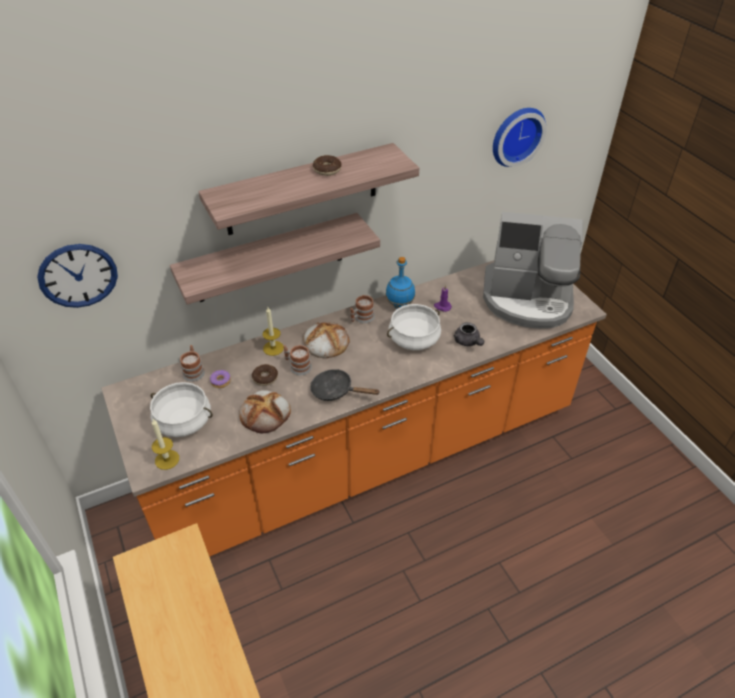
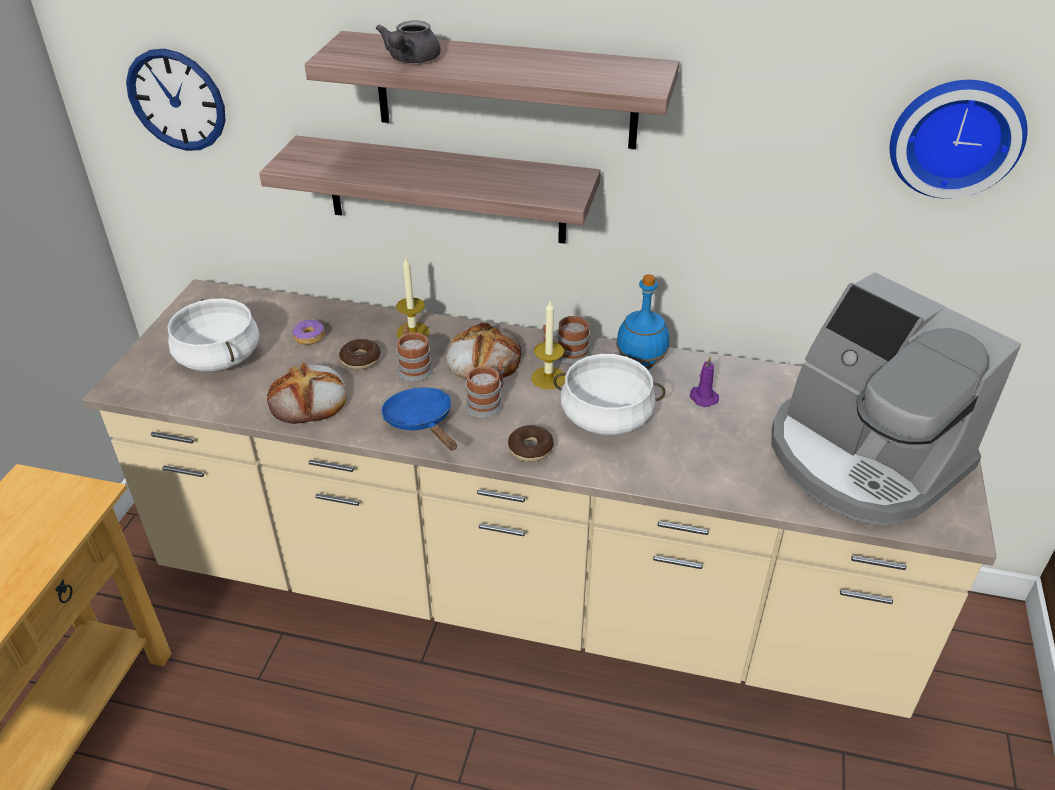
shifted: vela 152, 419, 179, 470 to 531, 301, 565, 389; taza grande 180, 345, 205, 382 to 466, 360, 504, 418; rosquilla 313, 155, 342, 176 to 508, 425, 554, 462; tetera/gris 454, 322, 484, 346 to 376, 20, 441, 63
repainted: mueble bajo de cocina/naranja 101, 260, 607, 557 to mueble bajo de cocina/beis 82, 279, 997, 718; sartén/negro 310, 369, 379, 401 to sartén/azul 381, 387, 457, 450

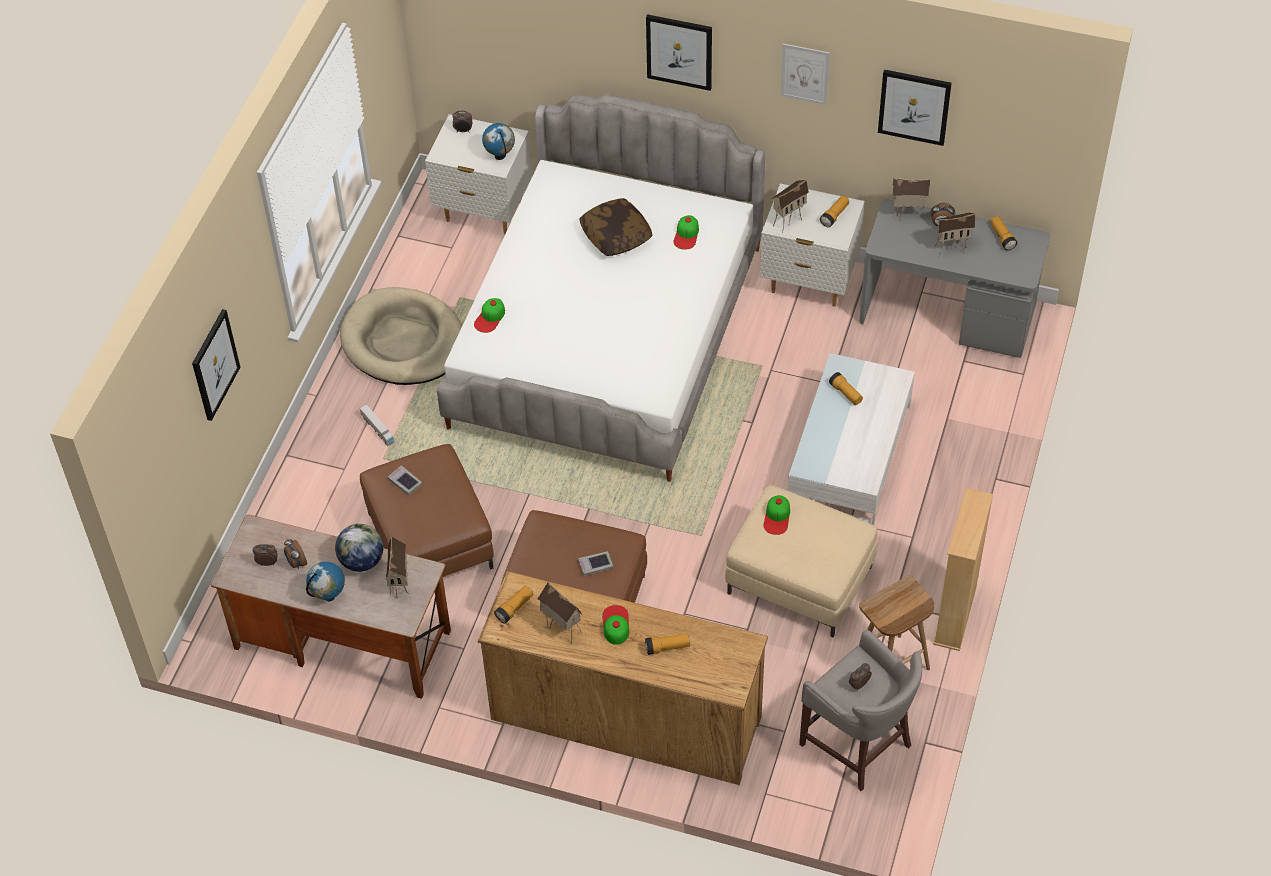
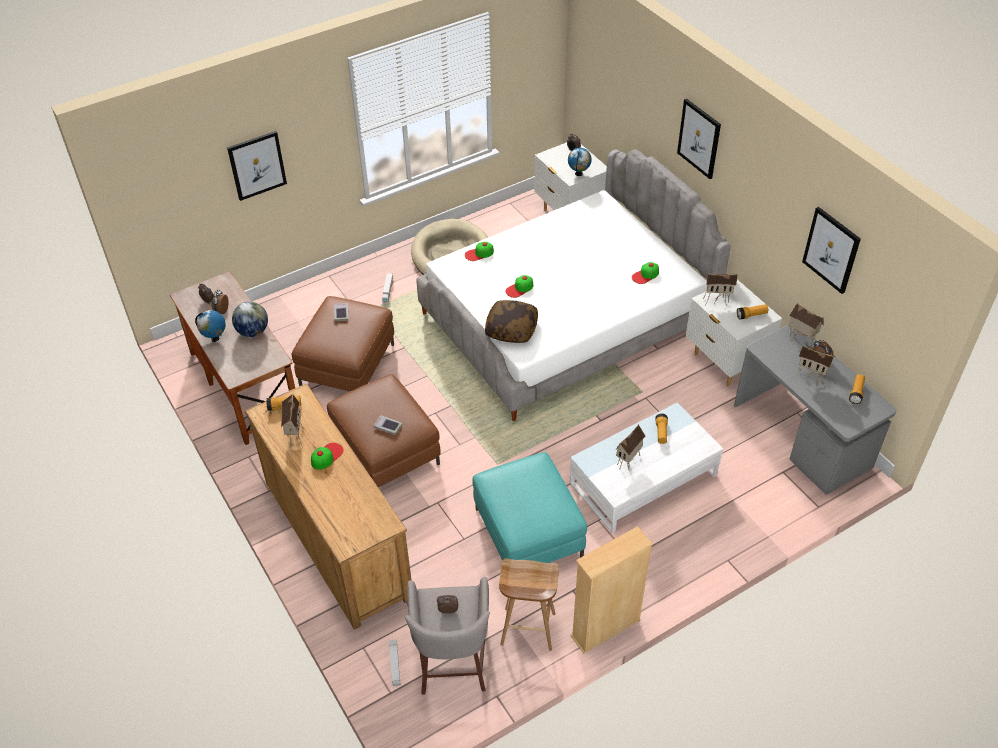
gone: linterna 645, 634, 690, 655; cuadro 780, 43, 830, 105
new: camión de juguete 389, 640, 401, 687
shifted: casita 386, 536, 409, 599 to 616, 424, 645, 470; cojín 579, 198, 653, 256 to 485, 300, 538, 343; gorra 763, 495, 790, 535 to 505, 275, 533, 298
repainted: puf/beis 725, 485, 878, 637 to puf/turquesa 472, 452, 587, 563

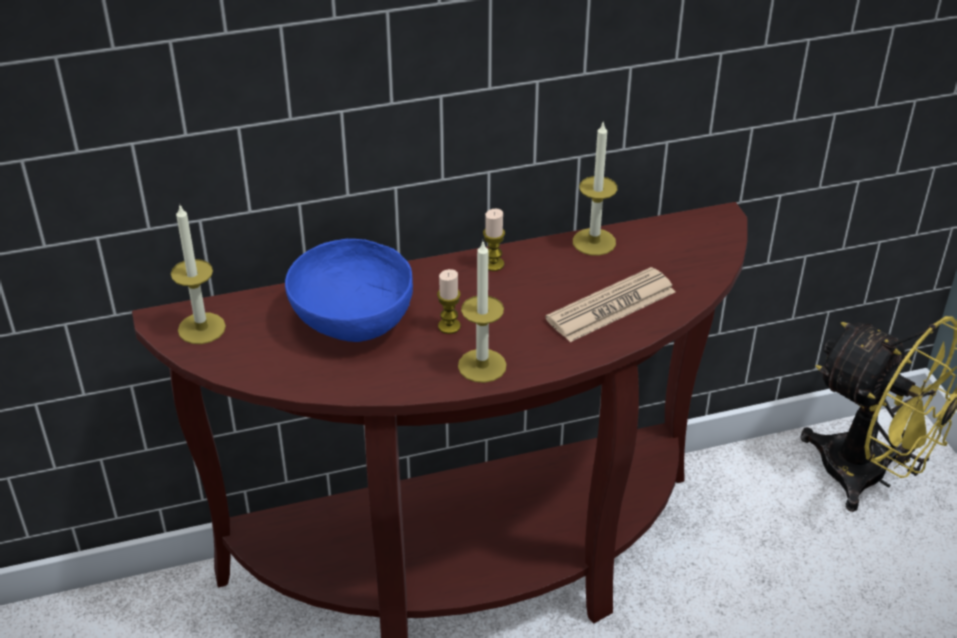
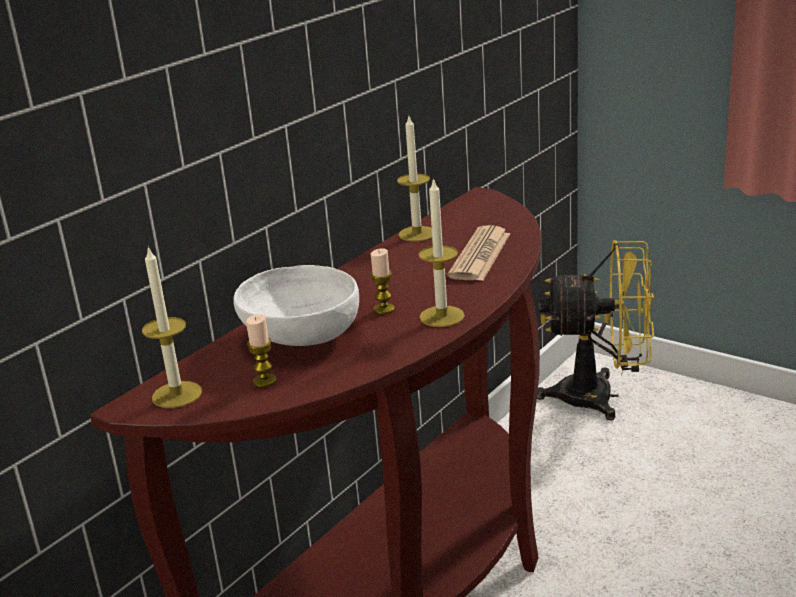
shifted: vela 483, 209, 505, 271 to 246, 314, 277, 387
repainted: cuenco/azul 285, 239, 413, 342 to cuenco/blanco 233, 265, 359, 346

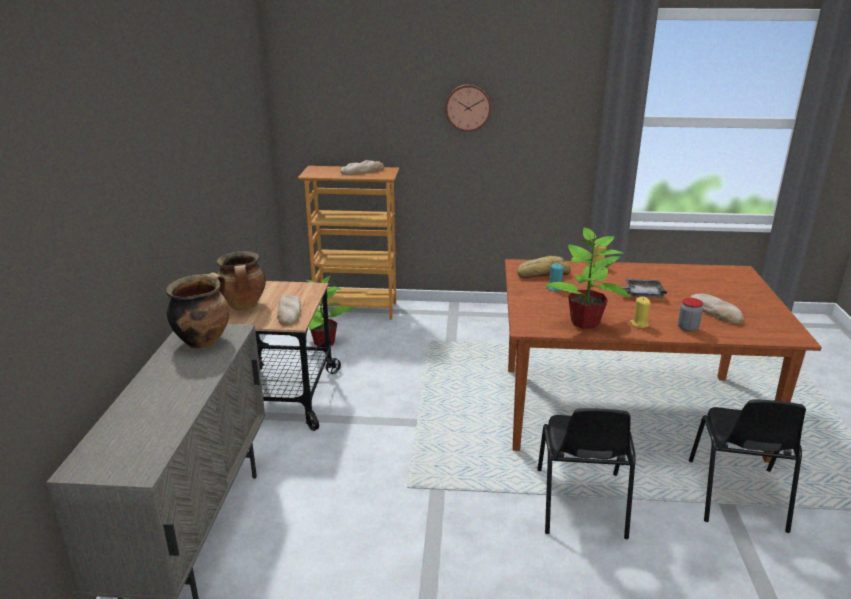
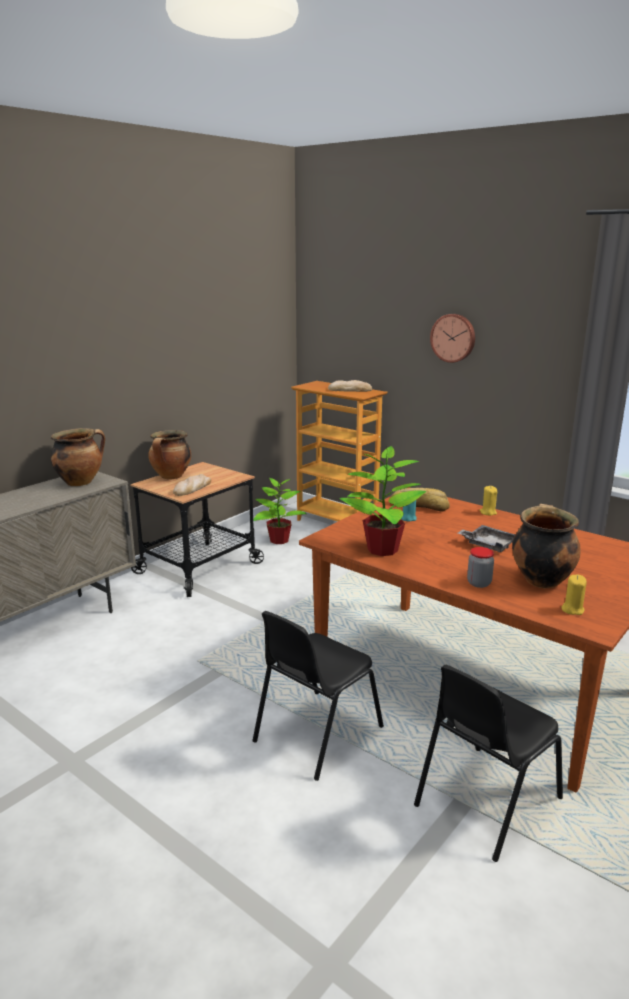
shifted: vela/amarillo 630, 297, 651, 328 to 561, 575, 587, 615
swapped: pan 689, 294, 744, 324 to olla 512, 504, 581, 588

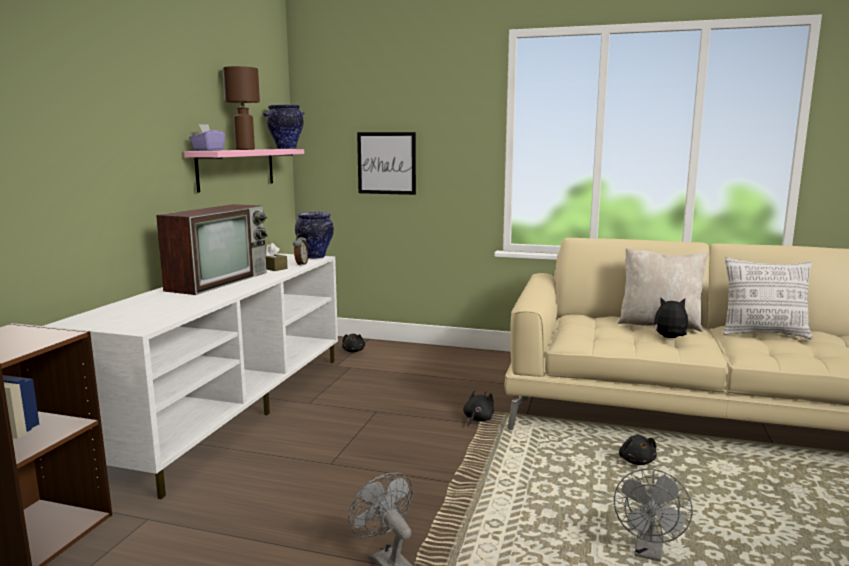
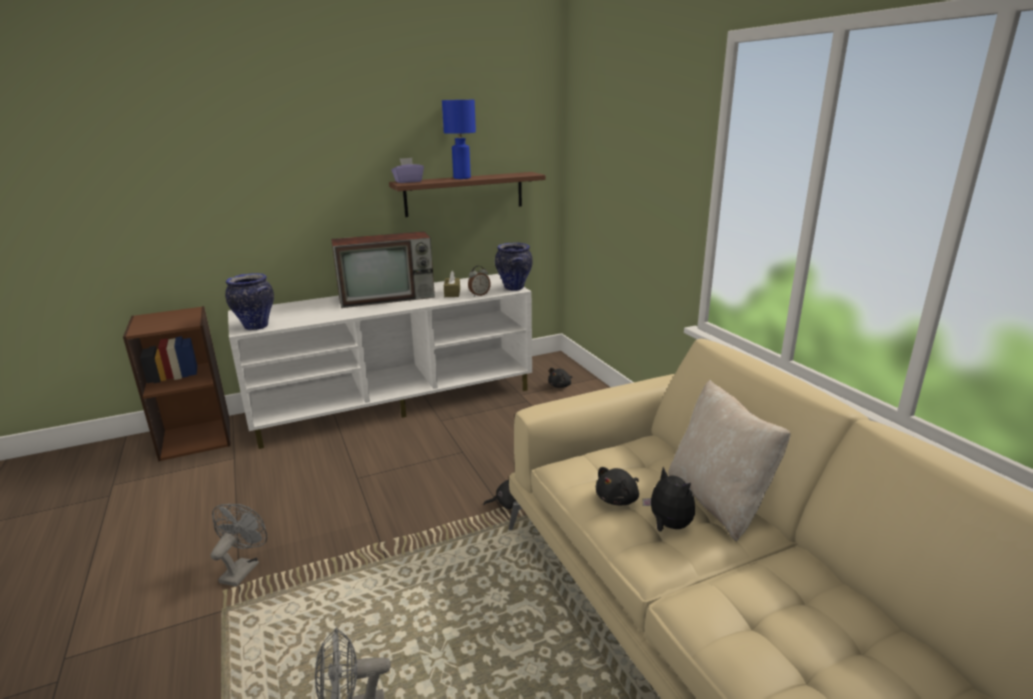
gone: cuadro 357, 132, 416, 195; cojín 723, 257, 813, 339
shifted: florero 263, 104, 305, 149 to 225, 273, 274, 330; peluche/negro 619, 435, 657, 465 to 596, 467, 639, 505
repainted: estante/rosa 184, 149, 304, 193 to estante/marrón 389, 172, 546, 217; lámpara de mesa/marrón 222, 66, 260, 150 to lámpara de mesa/azul 442, 100, 476, 179

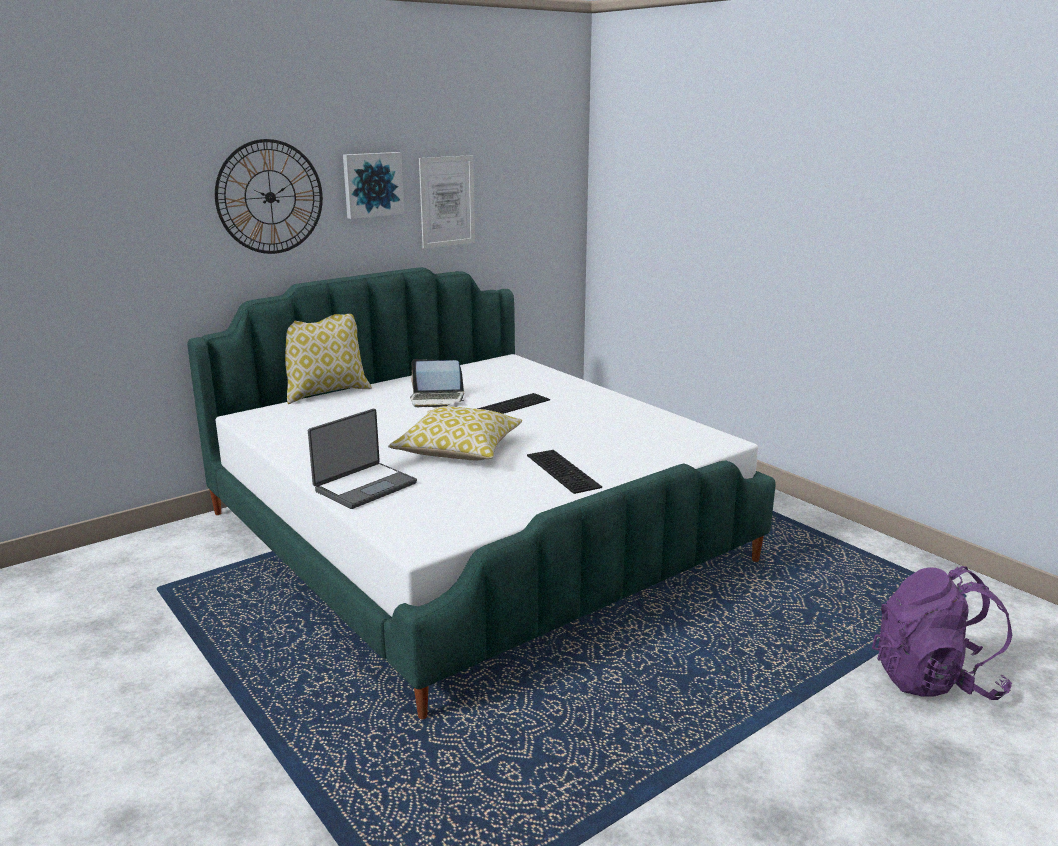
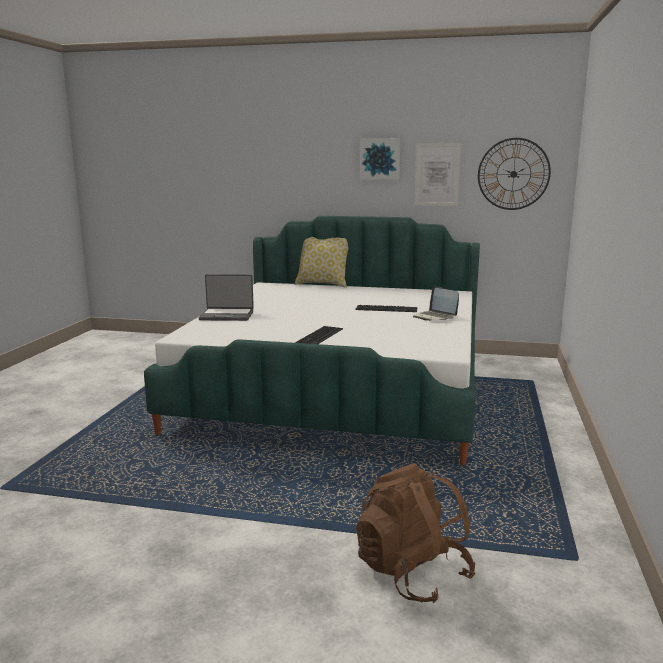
gone: cojín 388, 406, 522, 460
shifted: reloj de pared 215, 139, 323, 254 to 478, 138, 551, 210; portátil 410, 359, 464, 408 to 413, 286, 459, 321
repainted: mochila/morado 872, 566, 1012, 700 to mochila/marrón 356, 464, 475, 603

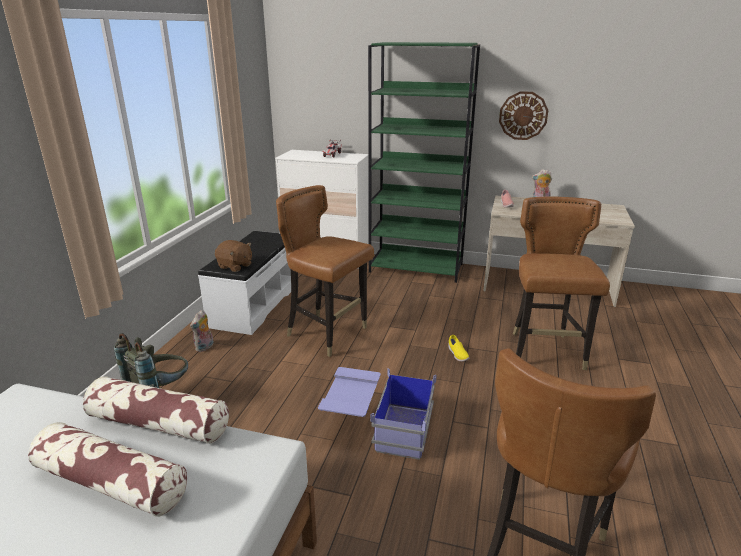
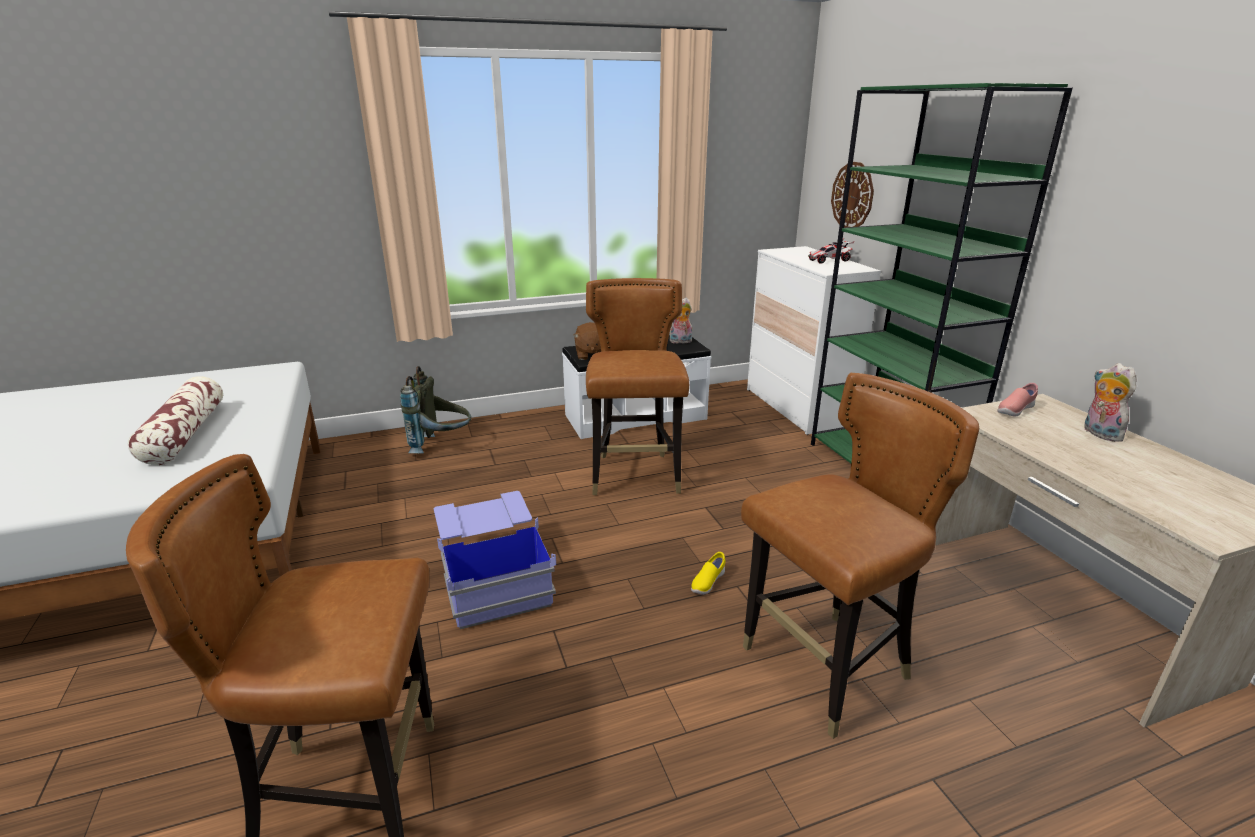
gone: cojín 83, 377, 229, 444
shifted: peluche 190, 310, 214, 352 to 670, 298, 692, 344; reloj de pared 499, 91, 549, 140 to 831, 162, 874, 228

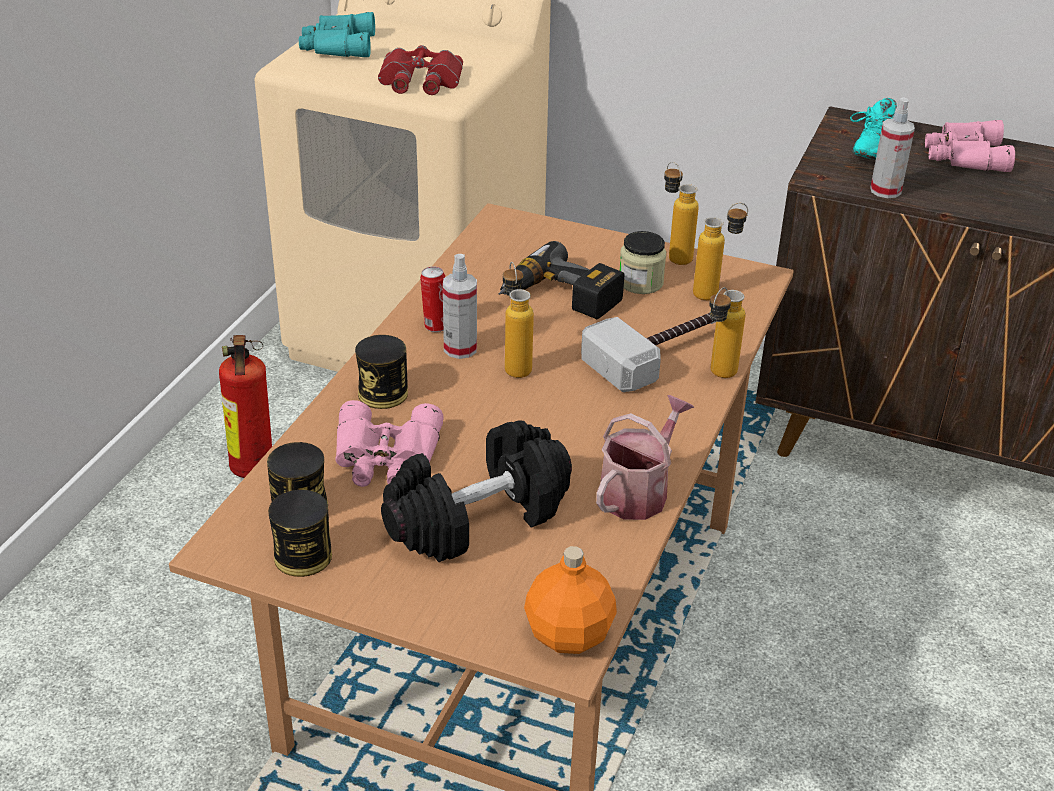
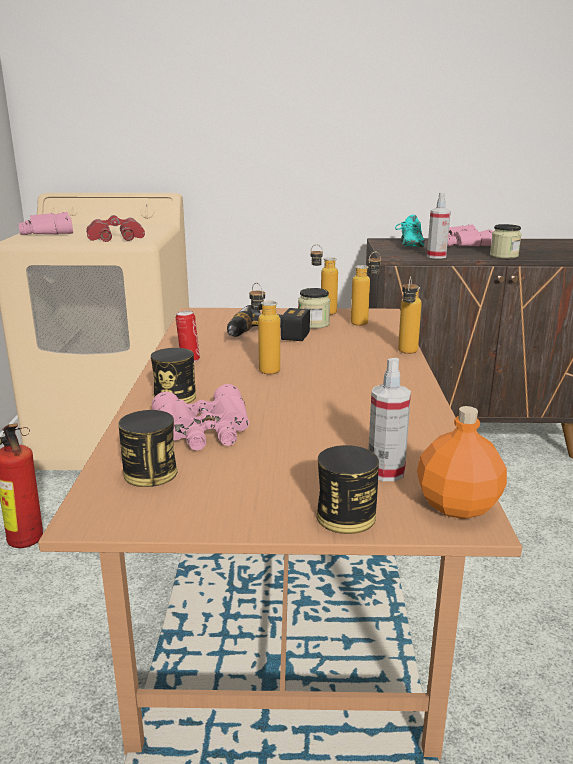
gone: mancuerna/negro 381, 421, 572, 562; martillo 581, 313, 716, 392; regadera 596, 395, 694, 520
new: tarro 490, 224, 522, 259
shifted: lata 268, 490, 332, 577 to 317, 445, 379, 534; pulverizador 443, 254, 477, 359 to 368, 358, 411, 481
repainted: prismáticos/turquesa 299, 12, 375, 57 to prismáticos/rosa 19, 212, 73, 235

